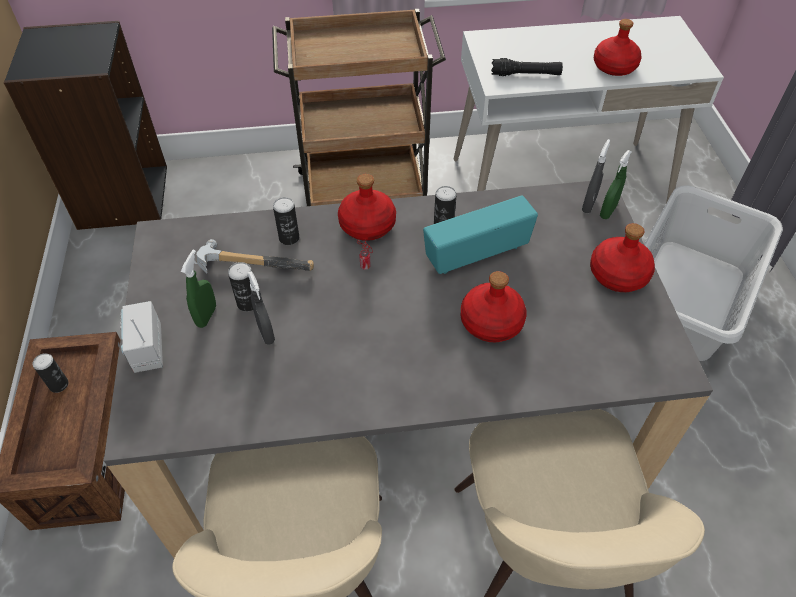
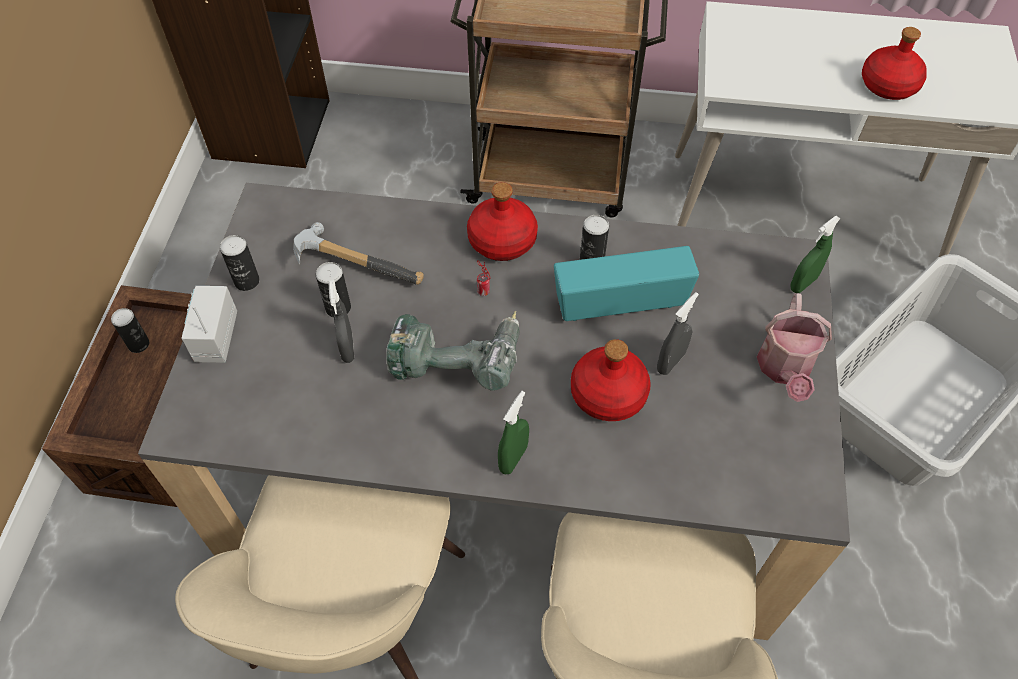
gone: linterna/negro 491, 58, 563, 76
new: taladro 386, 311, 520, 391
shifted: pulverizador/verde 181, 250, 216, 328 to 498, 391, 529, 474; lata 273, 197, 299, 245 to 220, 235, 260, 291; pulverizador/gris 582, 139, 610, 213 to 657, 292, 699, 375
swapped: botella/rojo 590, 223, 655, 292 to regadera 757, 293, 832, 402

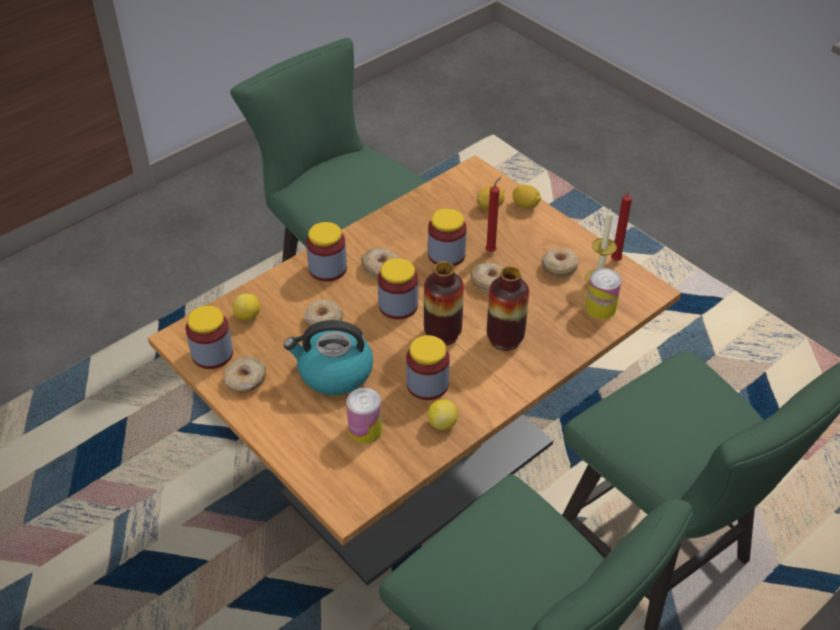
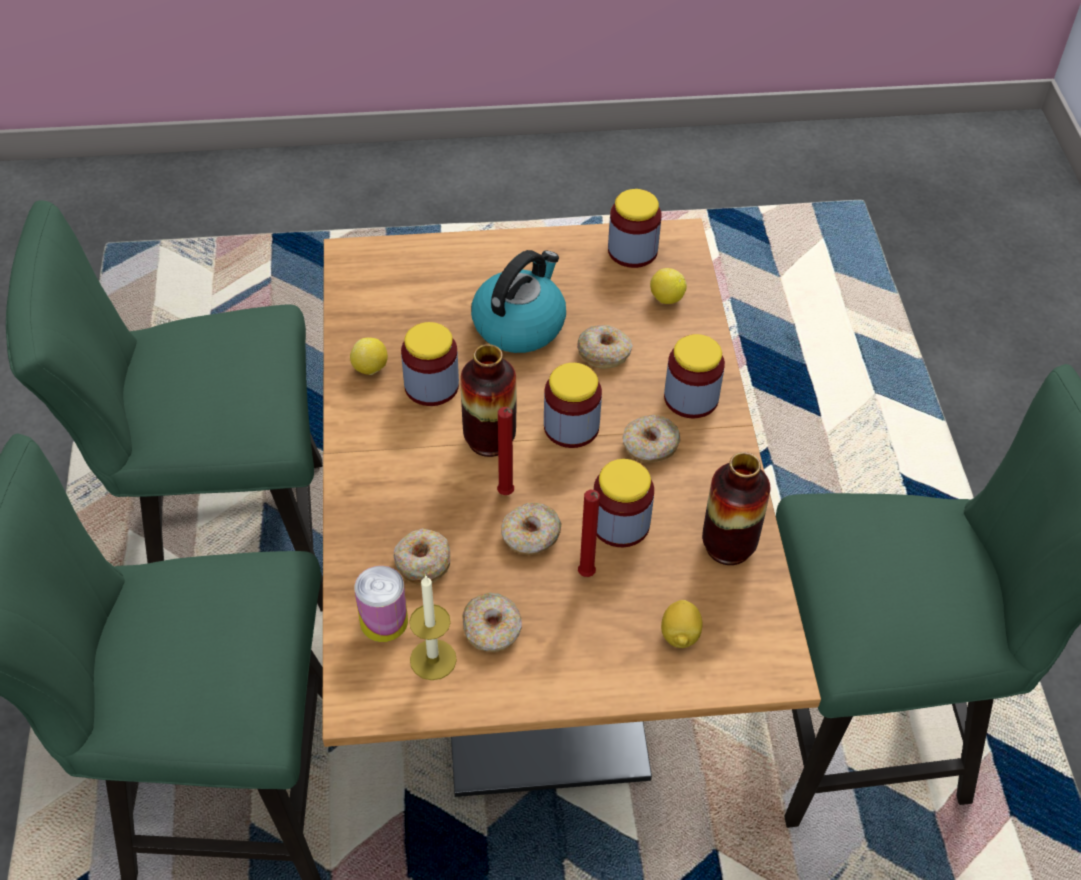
gone: lata 346, 388, 382, 443; limón 513, 185, 541, 209
shifted: rosquilla 223, 356, 266, 393 to 394, 529, 451, 585; florero 487, 266, 529, 351 to 702, 452, 770, 565; vela/rojo 611, 185, 633, 261 to 497, 407, 514, 495

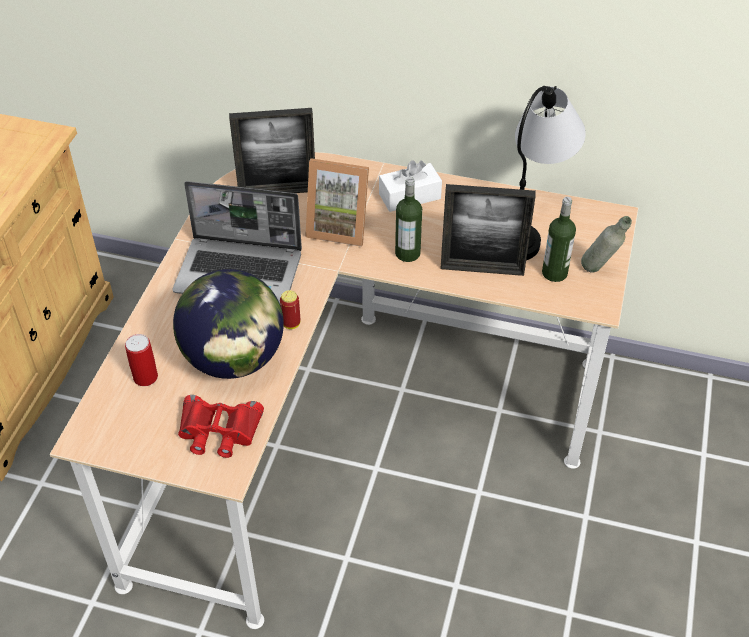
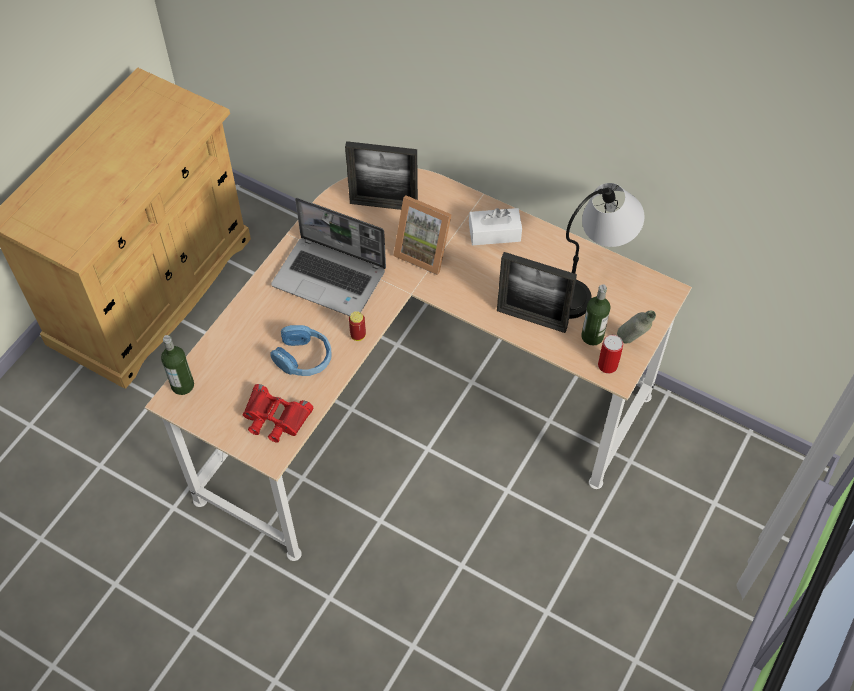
shifted: lata 125, 334, 158, 386 to 598, 335, 623, 374; botella 395, 177, 422, 262 to 161, 335, 194, 395
swapped: globo terráqueo 173, 269, 284, 379 to auriculares/azul 270, 325, 331, 376

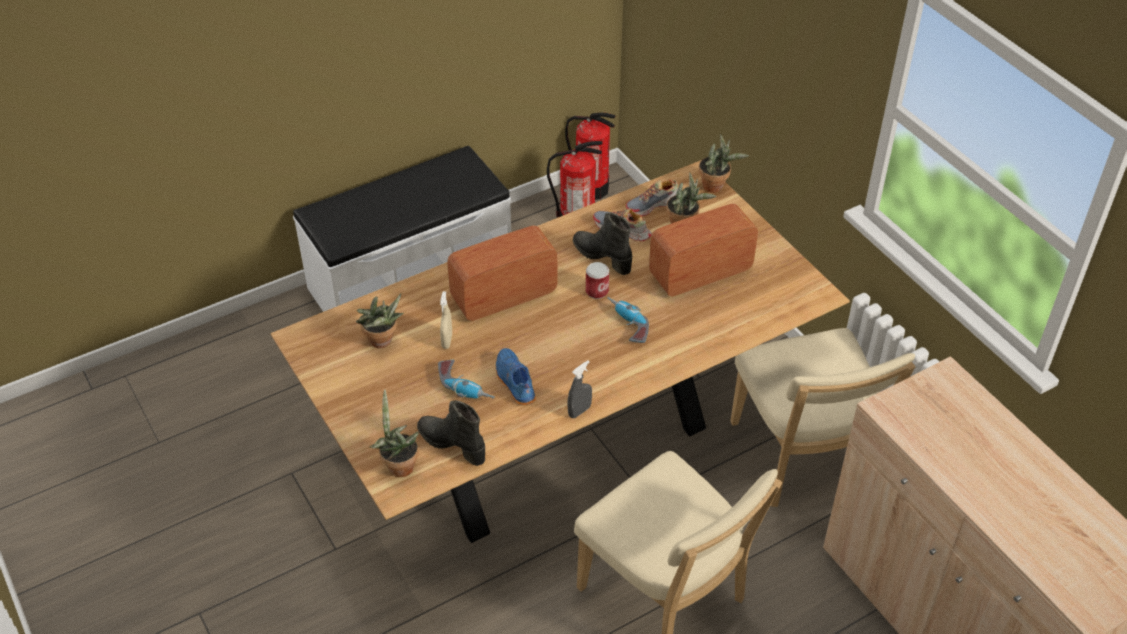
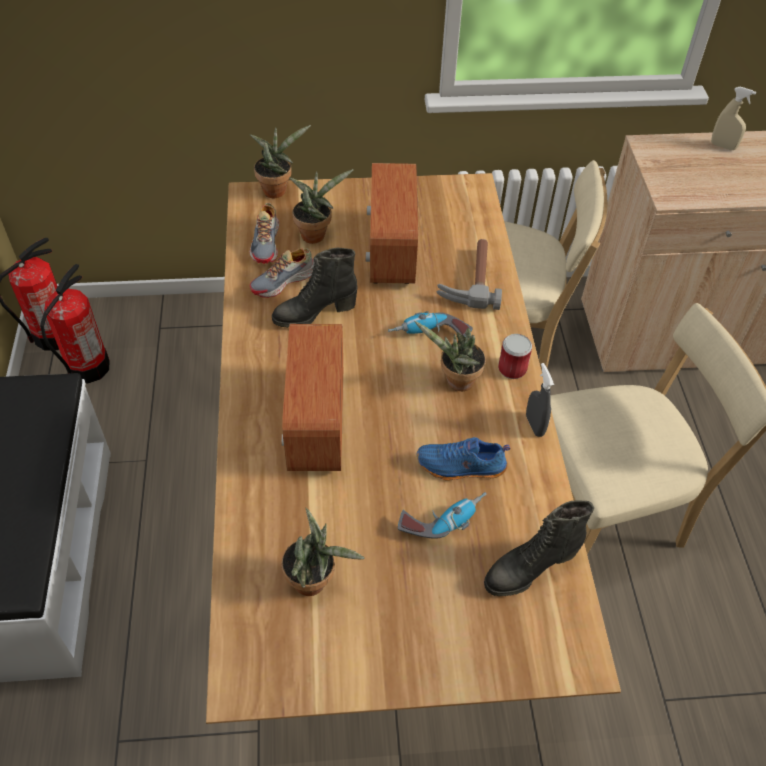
new: martillo 436, 239, 502, 310
shifted: planta en maceta 369, 389, 419, 477 to 414, 321, 486, 391; pulverizador/beis 440, 291, 452, 349 to 711, 87, 756, 150; lata 586, 262, 609, 299 to 498, 334, 532, 379

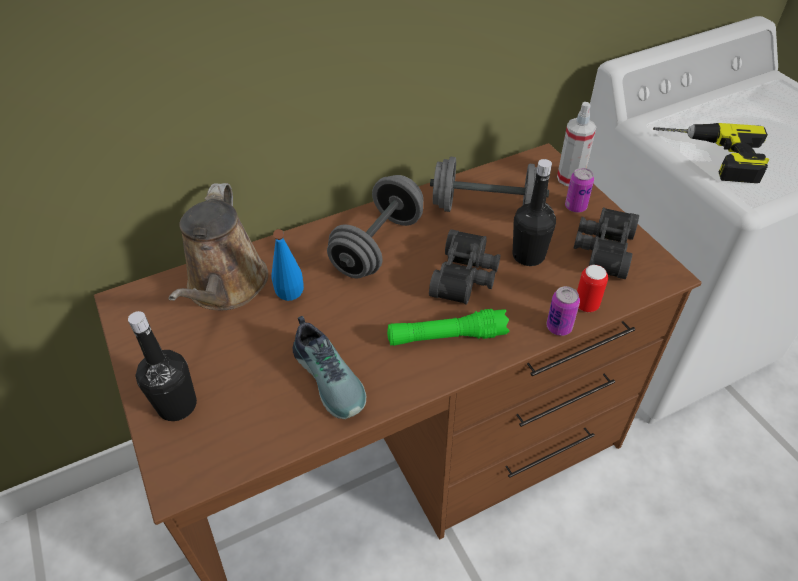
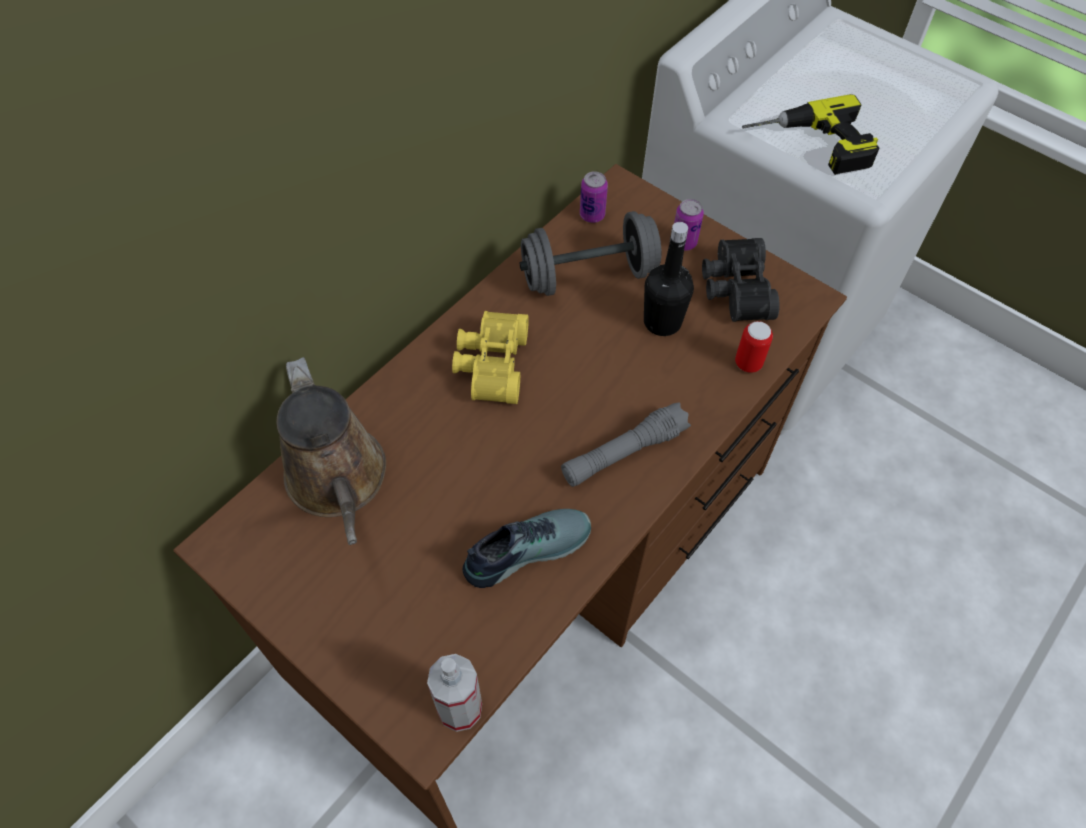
gone: botella/negro 128, 311, 197, 421; botella/azul 272, 229, 304, 301; prismáticos/negro 429, 229, 500, 305
shifted: lata 546, 286, 580, 336 to 580, 171, 608, 223; pulverizador 557, 102, 596, 186 to 427, 654, 482, 732
swapped: mancuerna/gris 327, 175, 424, 278 to prismáticos/amarillo 452, 311, 529, 404
repainted: linterna/verde 387, 309, 509, 346 to linterna/gris 561, 403, 691, 487
rotated: zapato 293, 316, 366, 419 = 463, 509, 591, 588 60 degrees counterclockwise

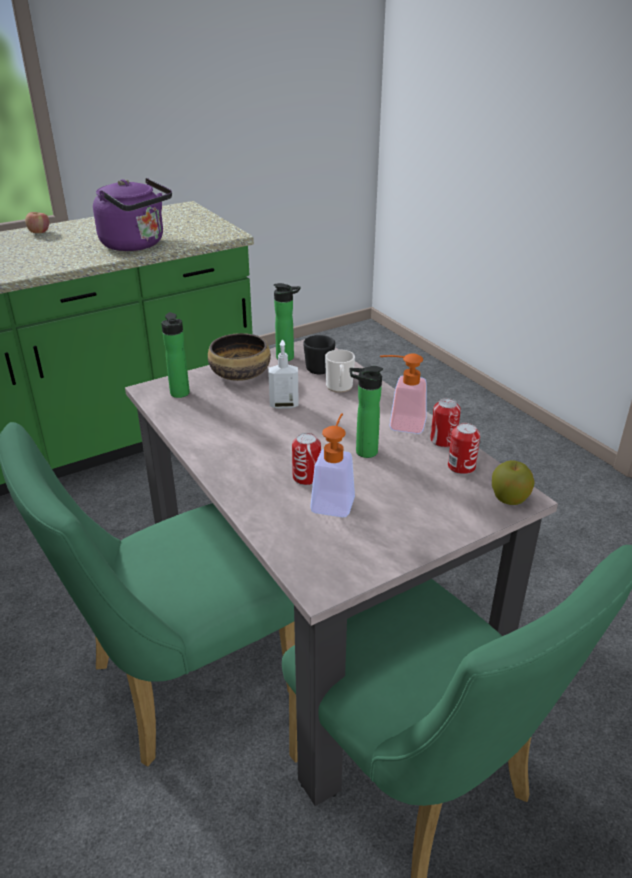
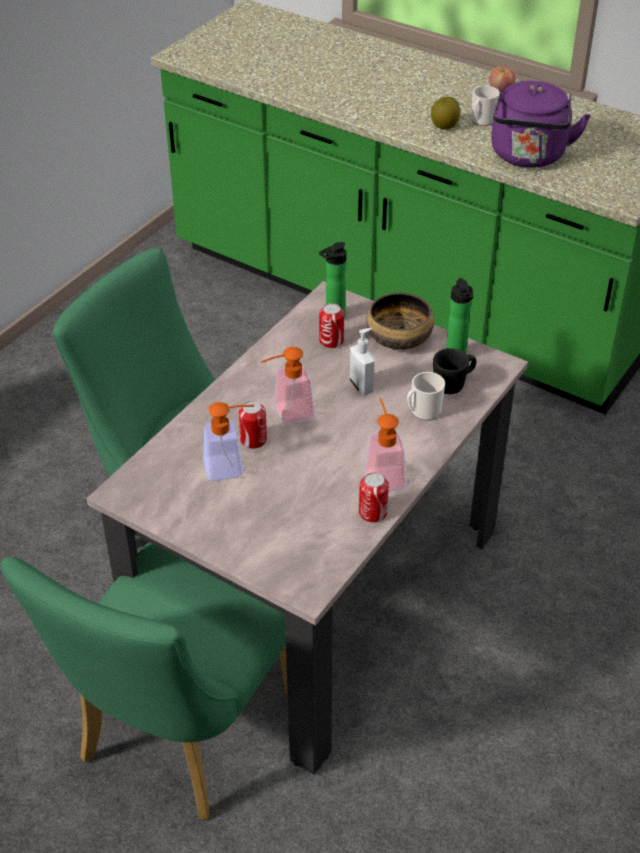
gone: botella 349, 366, 383, 458
new: dispensador de jabón 261, 347, 315, 424; taza grande 472, 86, 500, 126
shifted: lata 448, 423, 480, 475 to 319, 303, 344, 348; manzana 492, 460, 535, 505 to 431, 97, 461, 130

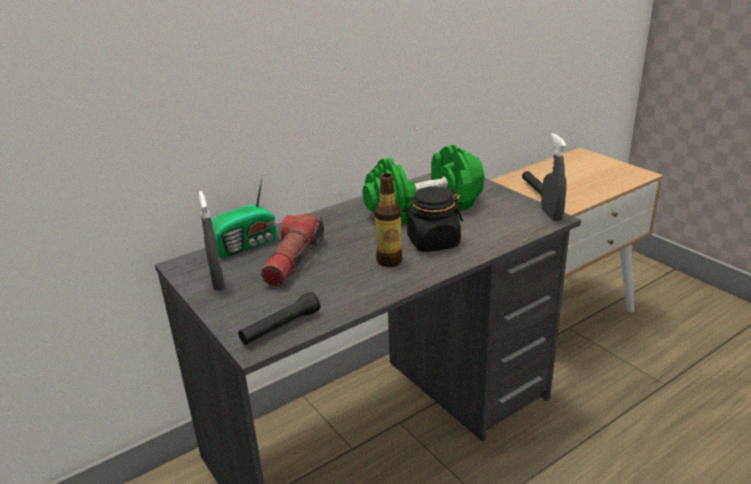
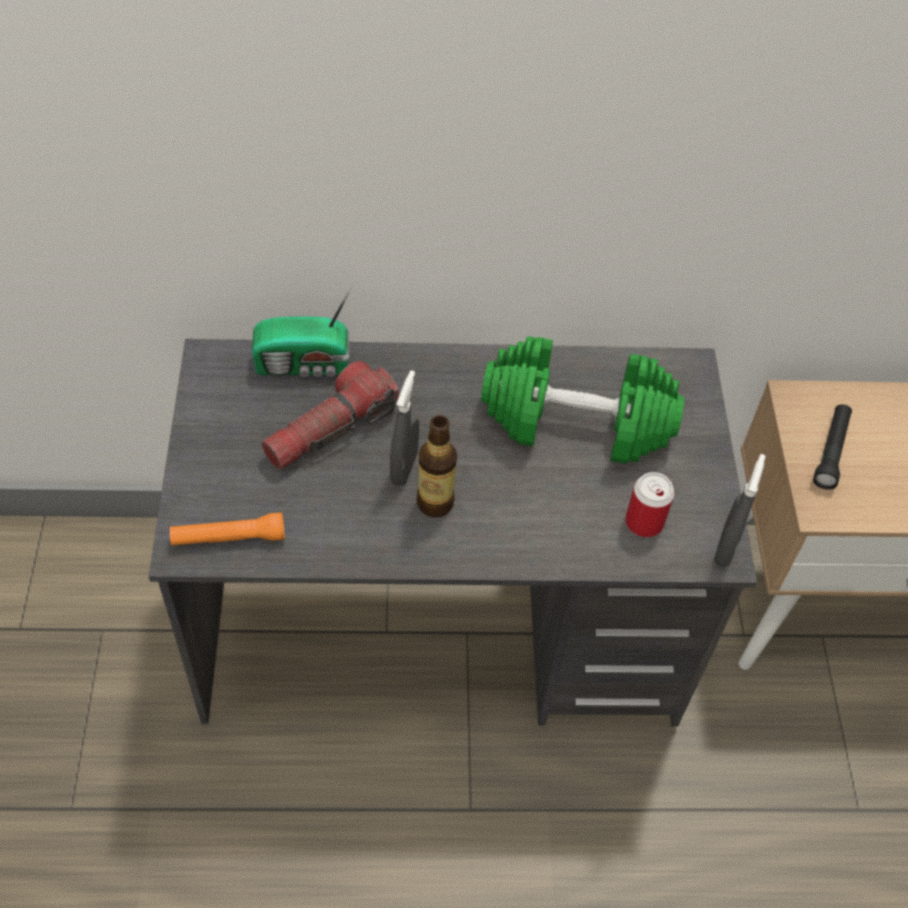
gone: tarro/negro 403, 186, 463, 252
new: lata 625, 472, 675, 537
shifted: pulverizador/gris 199, 191, 225, 291 to 390, 370, 419, 486
repainted: linterna/negro 238, 292, 320, 345 to linterna/naranja 170, 513, 285, 546

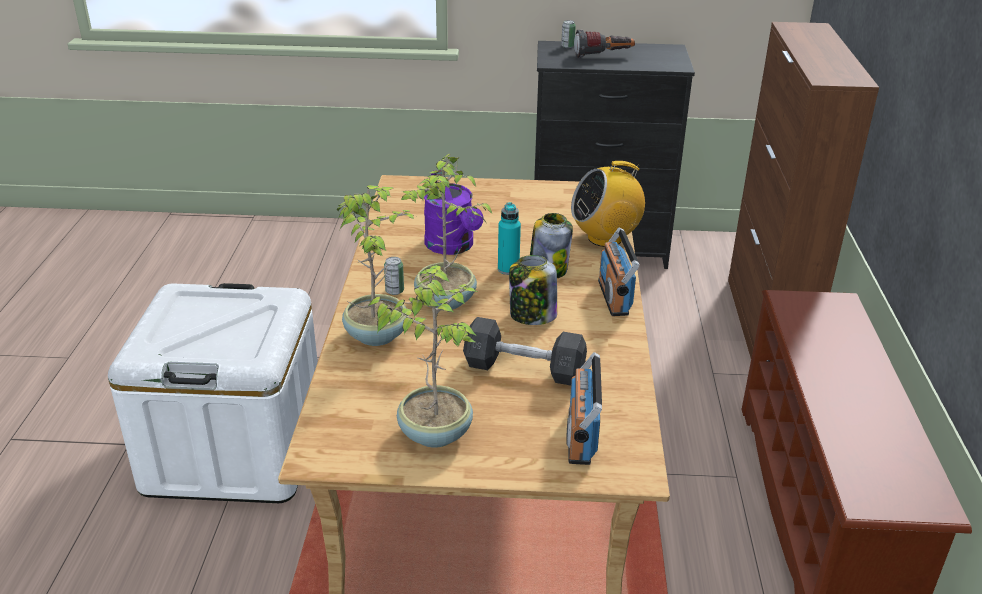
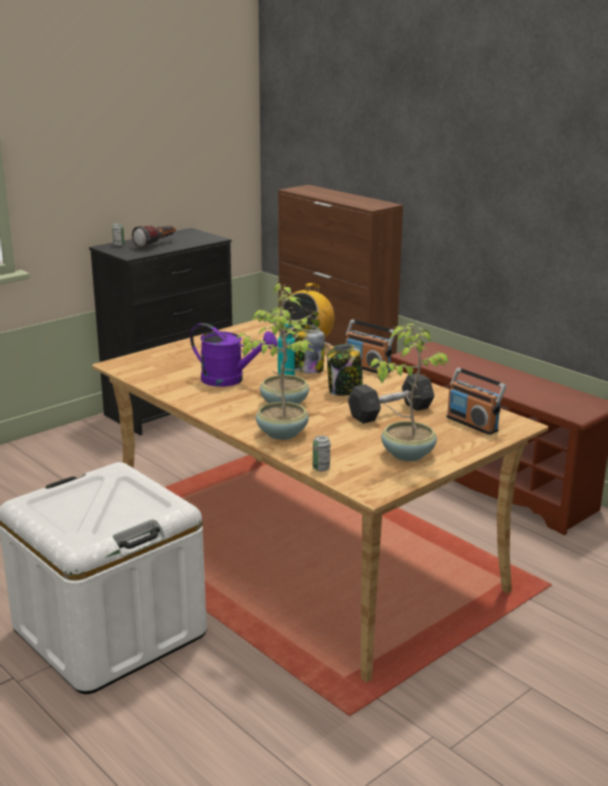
shifted: lata 384, 257, 404, 295 to 313, 436, 330, 471

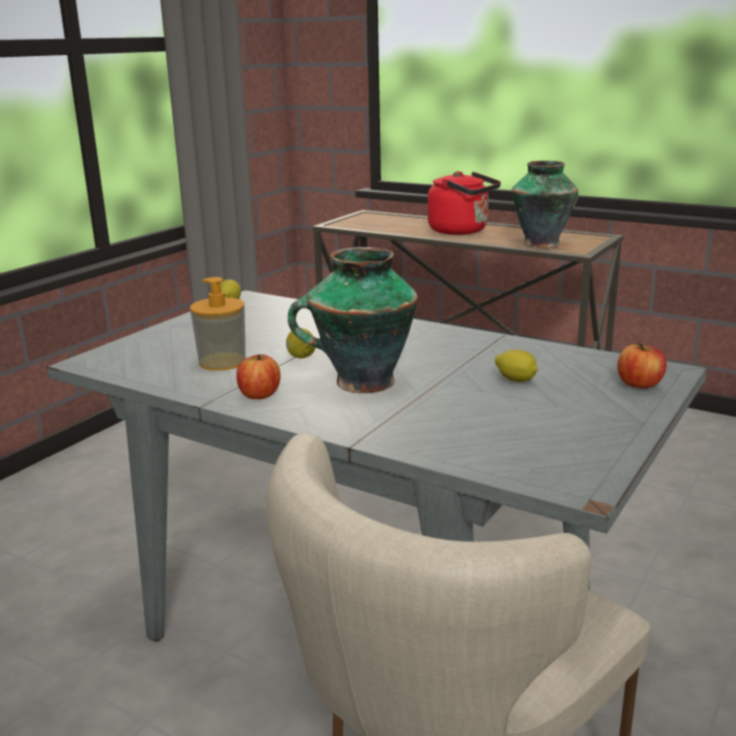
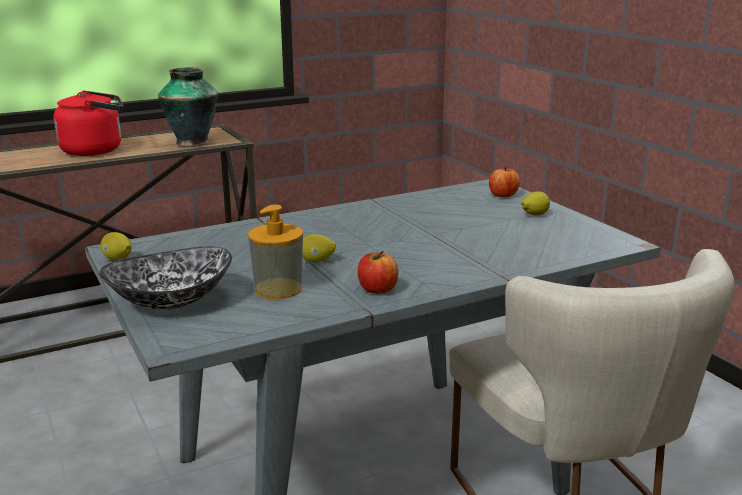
gone: florero 288, 247, 418, 393
new: cuenco 99, 246, 232, 310
shifted: limón 495, 350, 538, 382 to 521, 191, 550, 216

